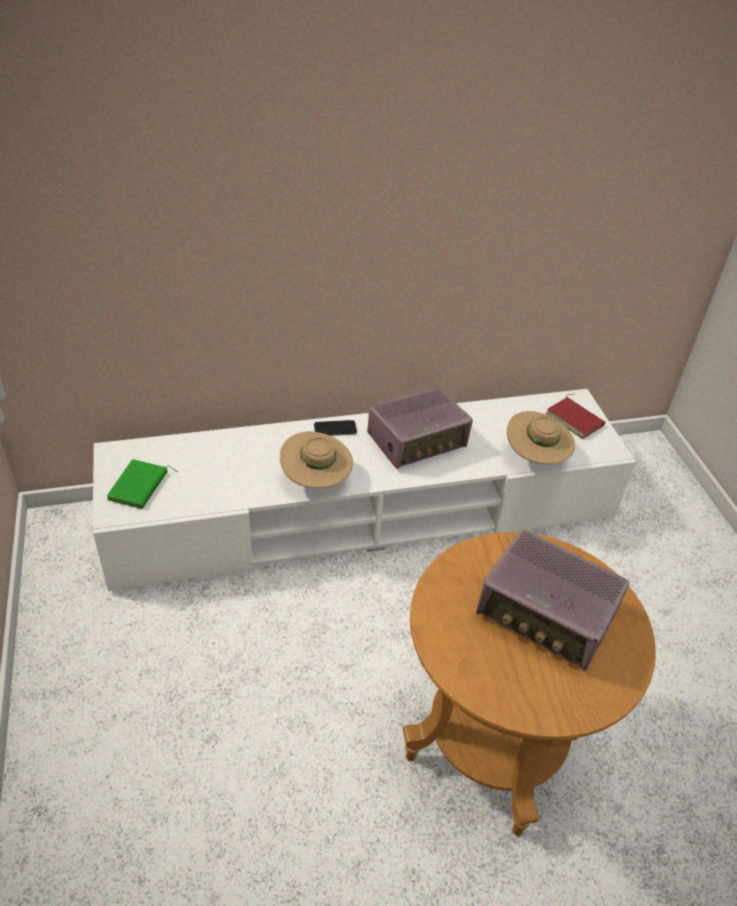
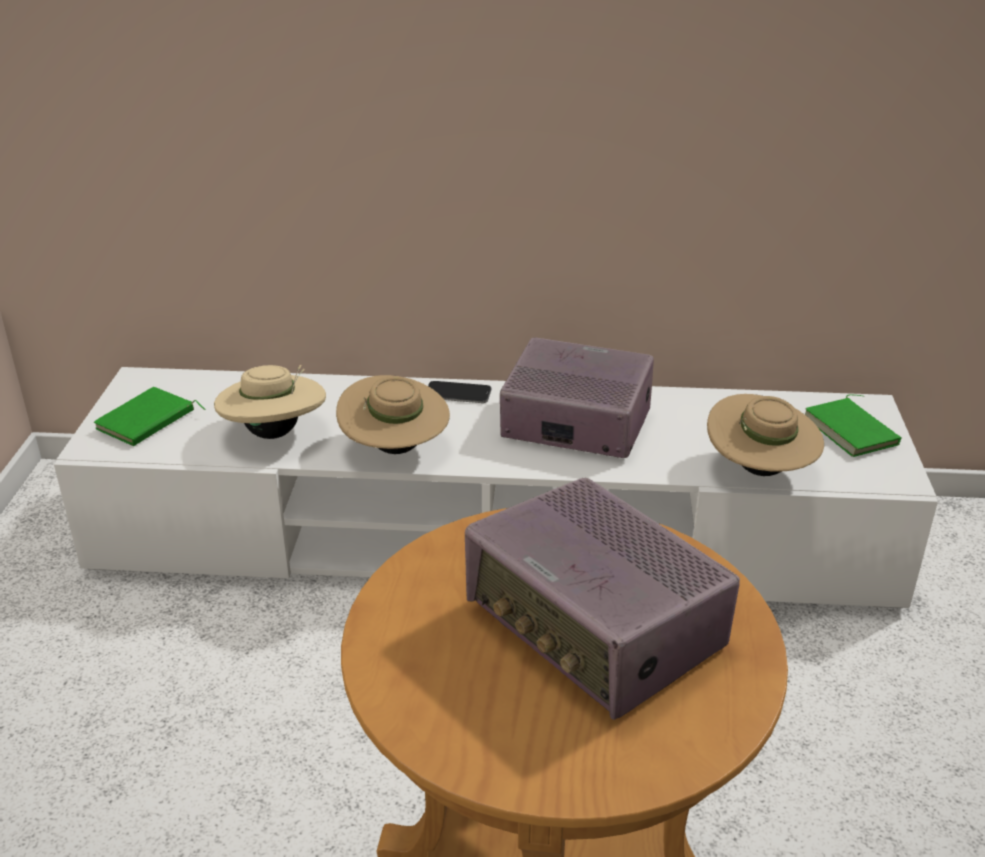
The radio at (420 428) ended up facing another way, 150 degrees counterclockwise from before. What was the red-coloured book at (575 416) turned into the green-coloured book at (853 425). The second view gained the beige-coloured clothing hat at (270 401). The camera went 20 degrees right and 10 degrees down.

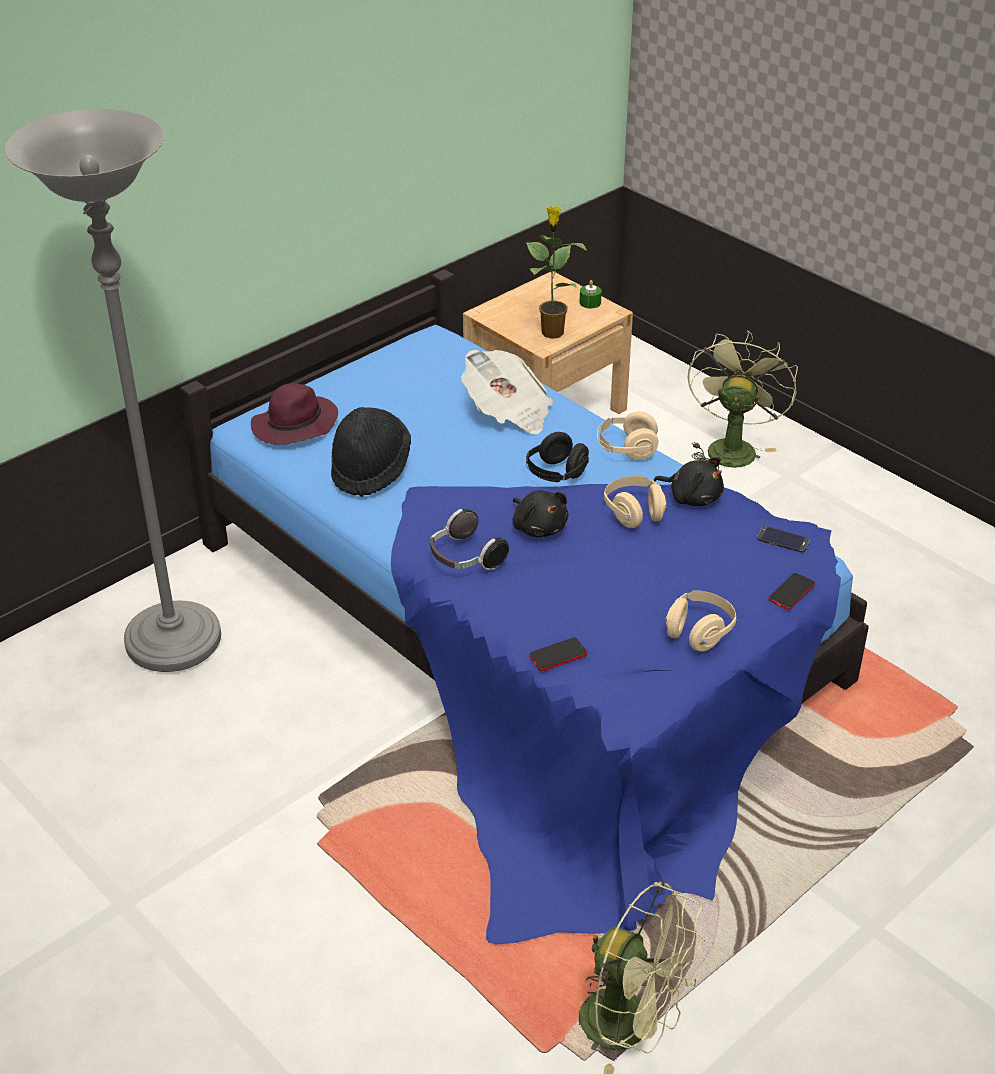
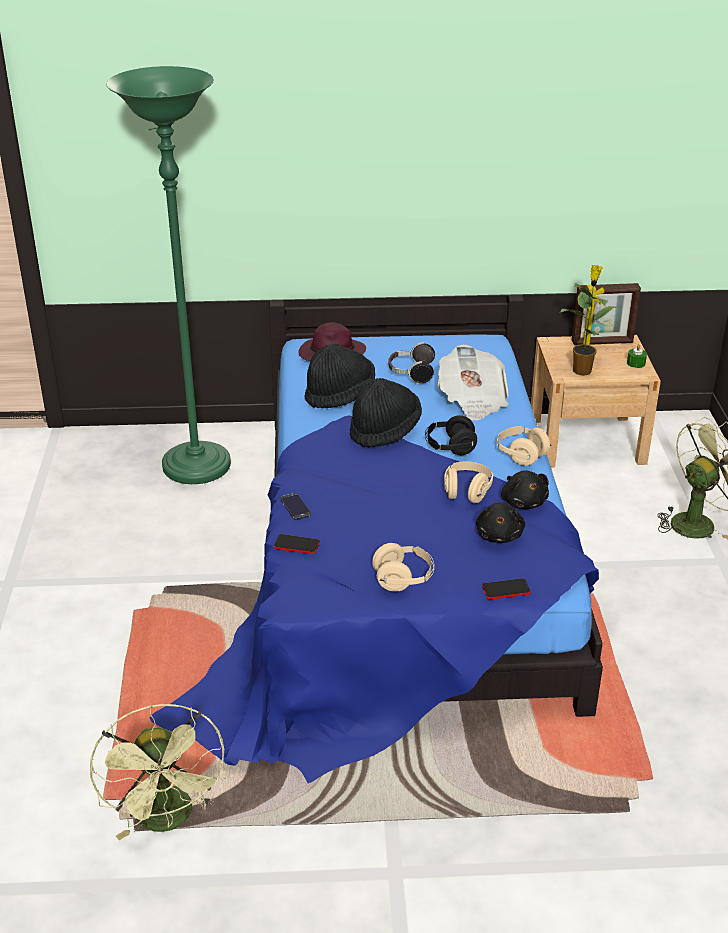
What was the gray floor lamp at (113 390) turned into the green-coloured floor lamp at (168 275). The black soft toy ended up elsewhere, having gone from (540 513) to (500 522). The headset ended up elsewhere, having gone from (469 539) to (411 363). The handset ended up elsewhere, having gone from (783 539) to (295 506). The second view gained the picture frame at (606 314). The second view gained the black clothing hat at (386 413). The camera went 40 degrees right and 5 degrees down.

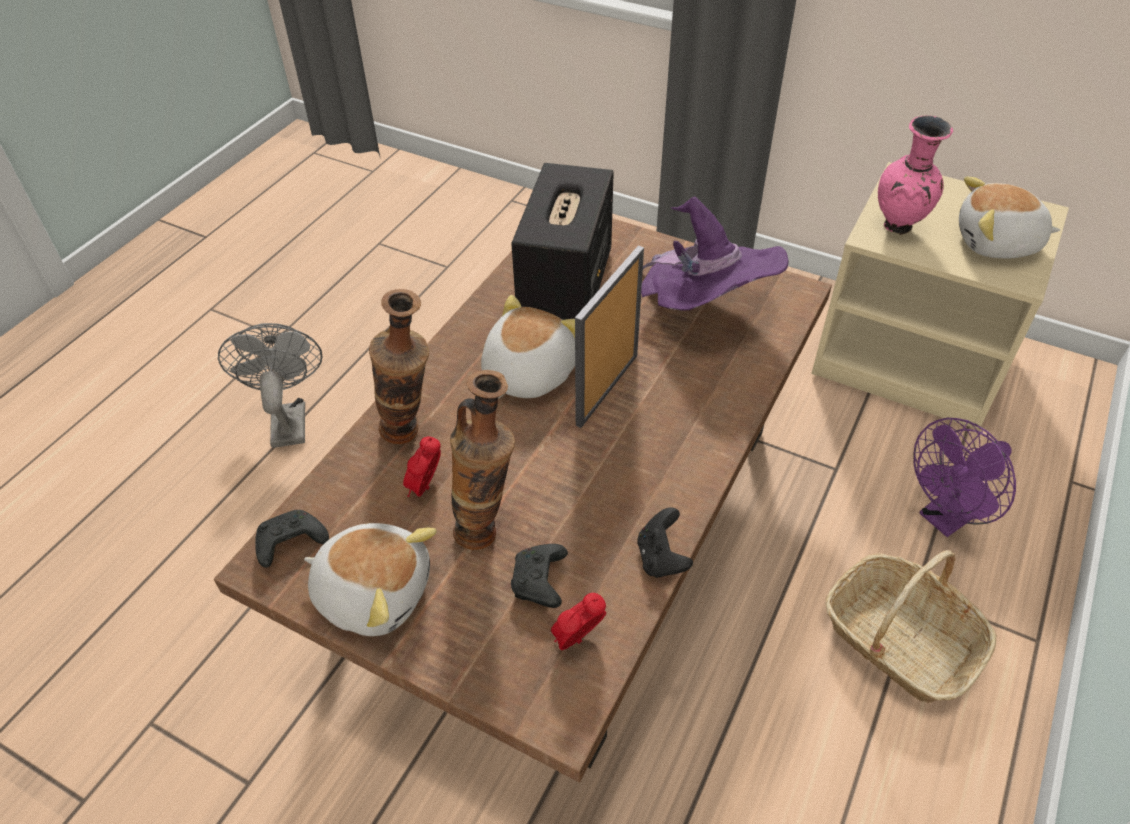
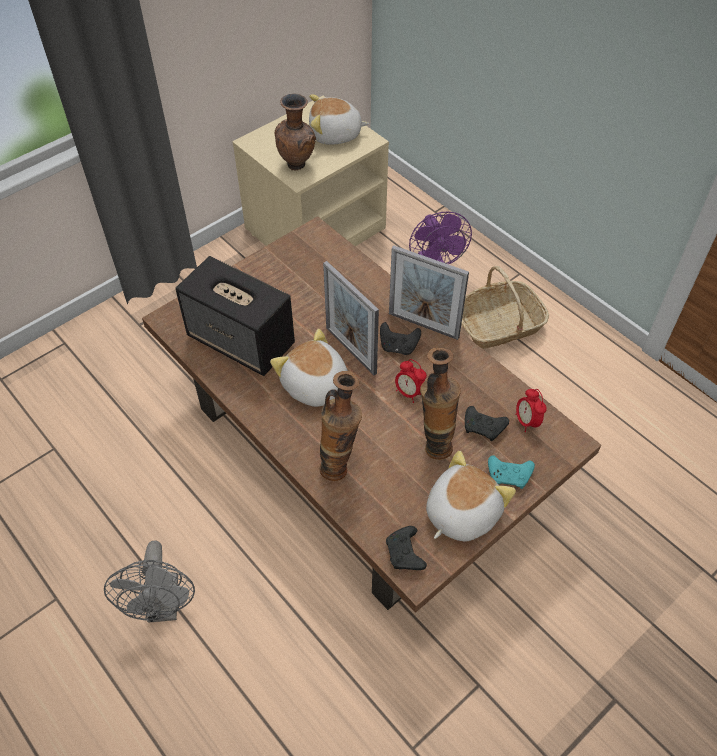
What was the pink-coloured decorative vase at (915 175) turned into the brown-coloured decorative vase at (295 132). The soft toy at (1009 218) ended up facing another way, 60 degrees clockwise from before. The second view lost the purple-coloured clothing hat at (714 254). The gray electric fan at (270 385) ended up facing another way, 105 degrees counterclockwise from before. The bedside clock ended up elsewhere, having gone from (422 467) to (411 381). The black gamepad ended up elsewhere, having gone from (665 542) to (400 338). The second view gained the picture frame at (429 292). The second view gained the turquoise-coloured gamepad at (511 472). The camera went 70 degrees left and 5 degrees up.

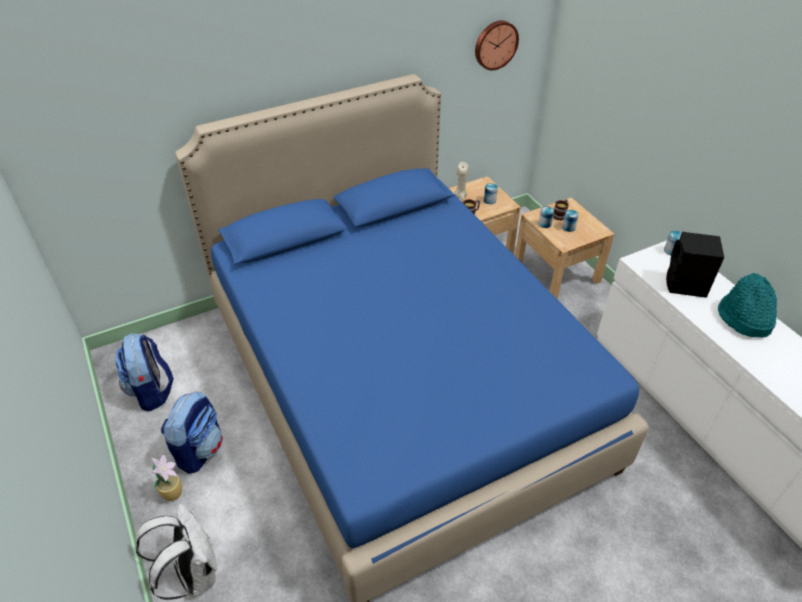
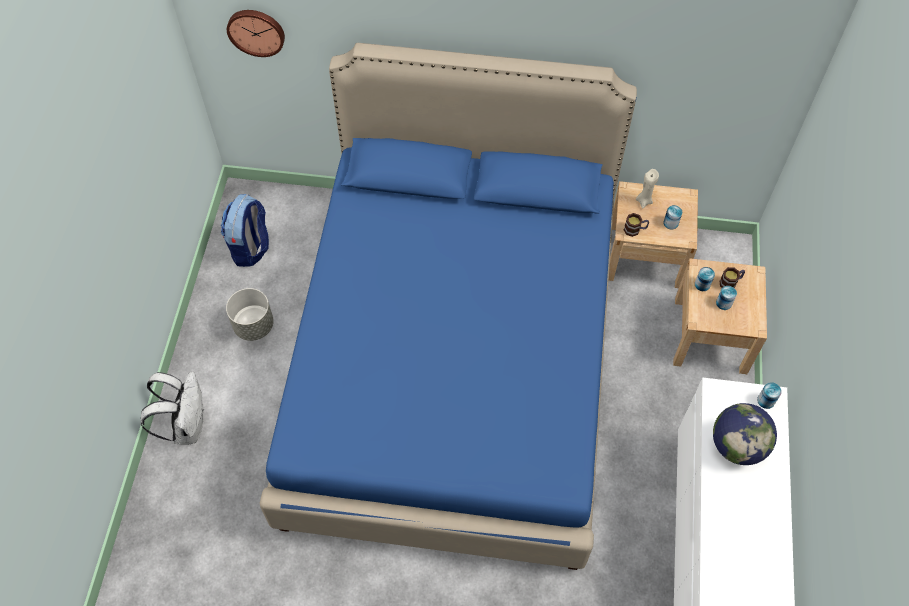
The clock on the wall ended up elsewhere, having gone from (497 45) to (256 33). Where the black speaker stood at (695 265), the globe came to stand at (745 434). The second view lost the turquoise-coloured clothing hat at (747 305). Where the knapsack stood at (192 432), the gray planter came to stand at (250 314). The second view lost the houseplant at (167 478). The camera went 35 degrees right and 15 degrees up.

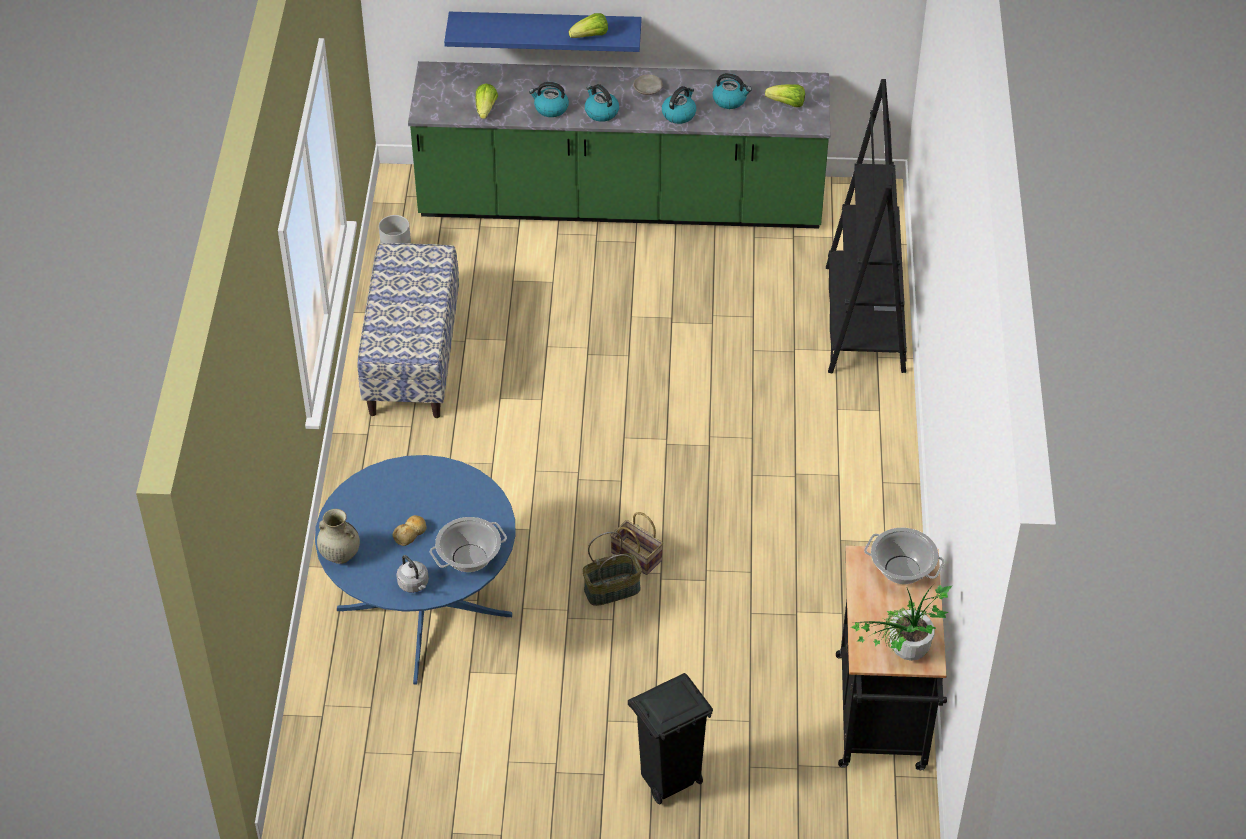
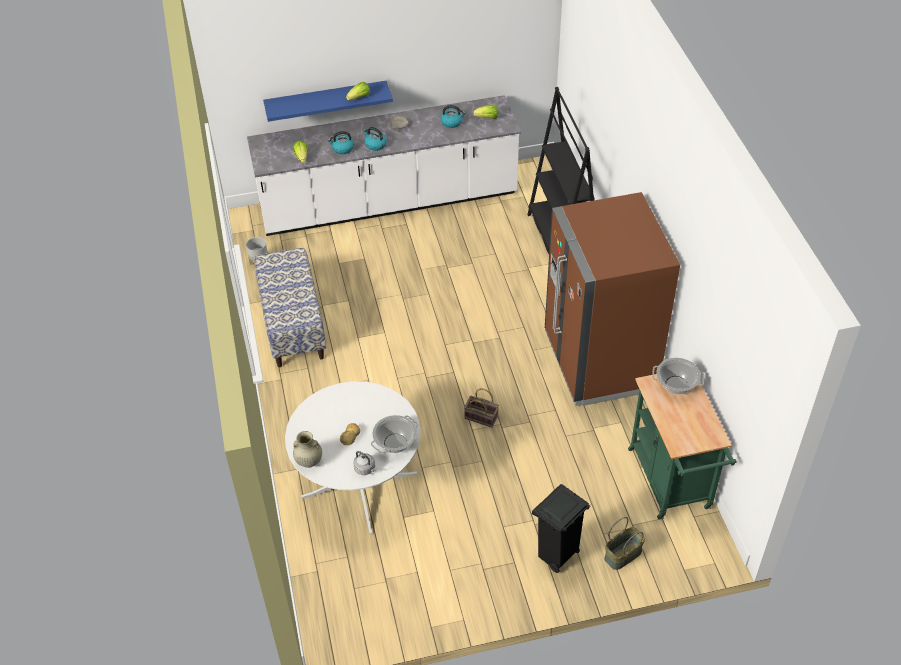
What was the green-coloured kitchen base unit at (619 145) turned into the whitish kitchen base unit at (384 165). The second view lost the water kettle at (679 105). What was the blue dinner table at (415 570) turned into the whitish dinner table at (353 458). The storage basket ended up elsewhere, having gone from (612 569) to (624 543). What was the black cart at (891 658) turned into the green-coloured cart at (682 446). The second view lost the houseplant at (901 623). The second view gained the brown-coloured fridge at (612 299). The camera went 15 degrees left and 0 degrees up.

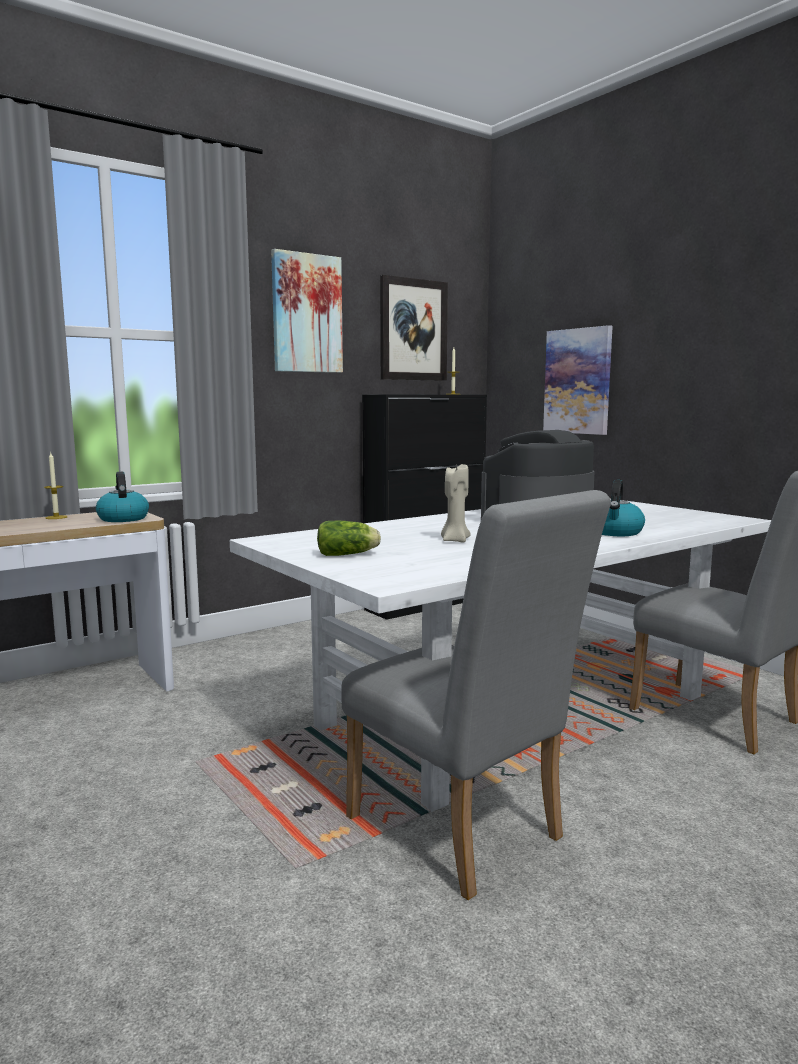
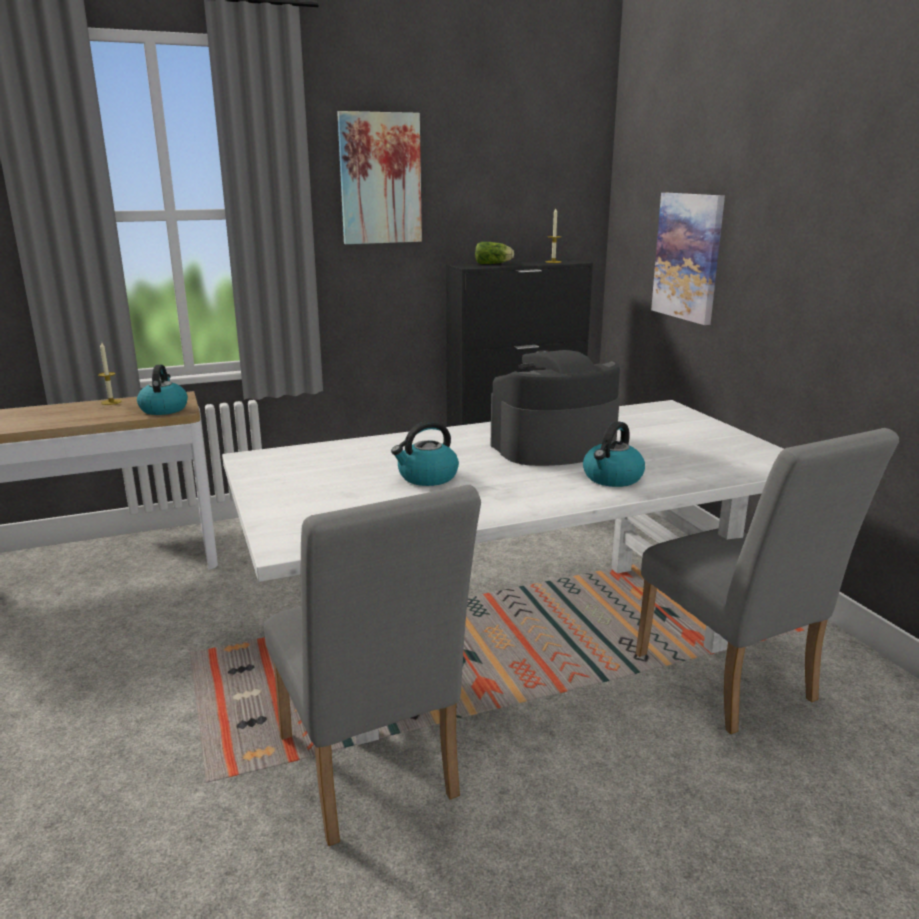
The second view lost the wall picture at (414 328). Where the beige-coloured wax candle stood at (456 503), the water kettle came to stand at (425 453). The head of lettuce ended up elsewhere, having gone from (349 538) to (494 253). The camera went 15 degrees right and 10 degrees up.

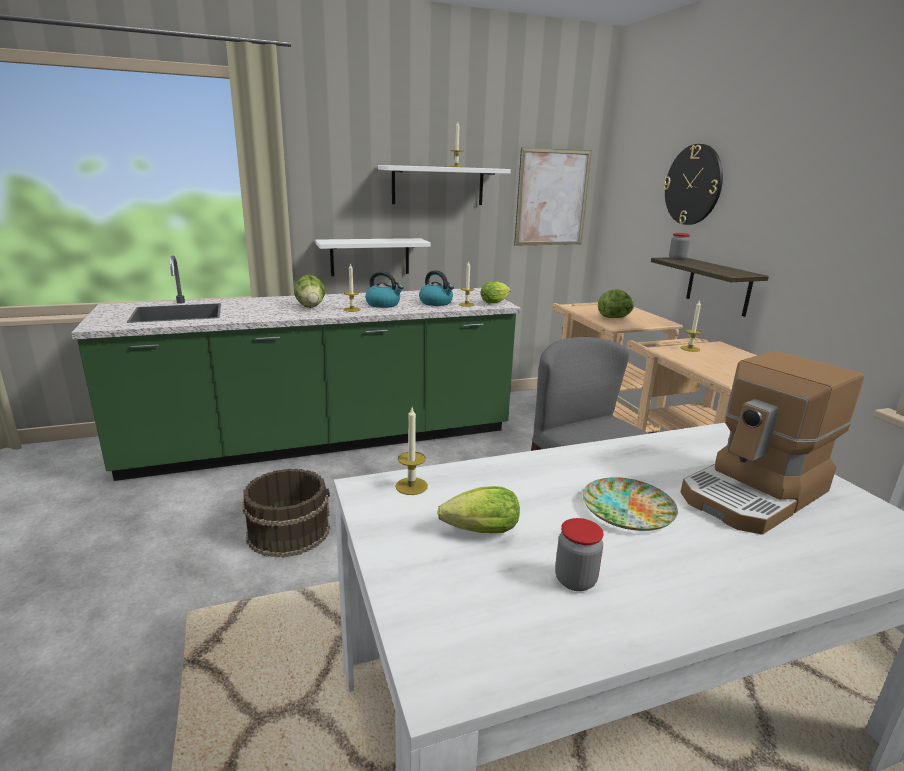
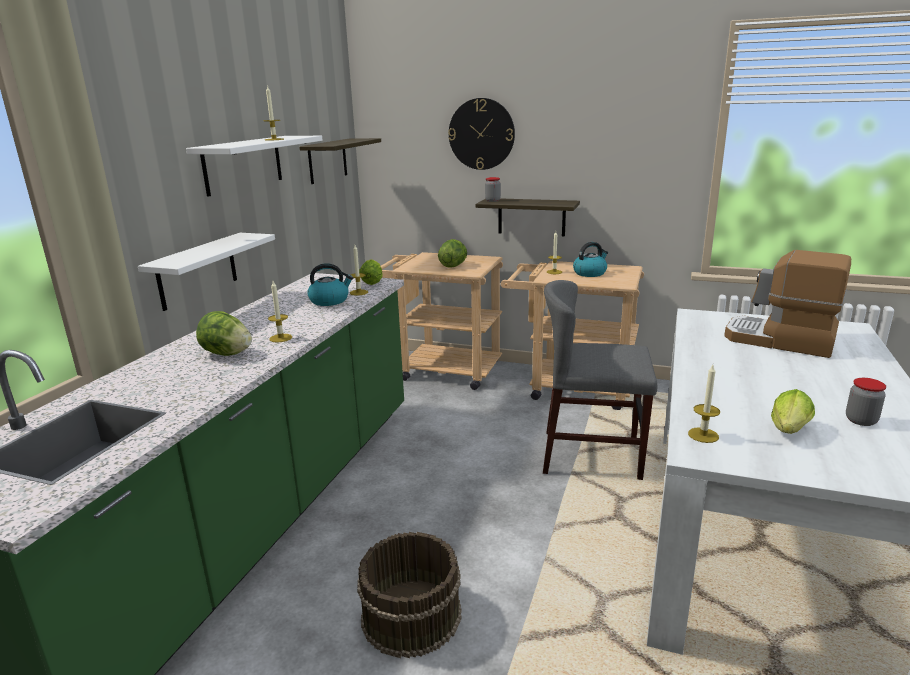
Where the wall picture hung at (553 196), the bracket shelf came to hang at (340 161). The water kettle ended up elsewhere, having gone from (384 289) to (590 259). The coffee machine at (772 443) ended up facing another way, 120 degrees clockwise from before. The second view lost the plate at (630 504). The camera went 50 degrees left and 0 degrees up.

